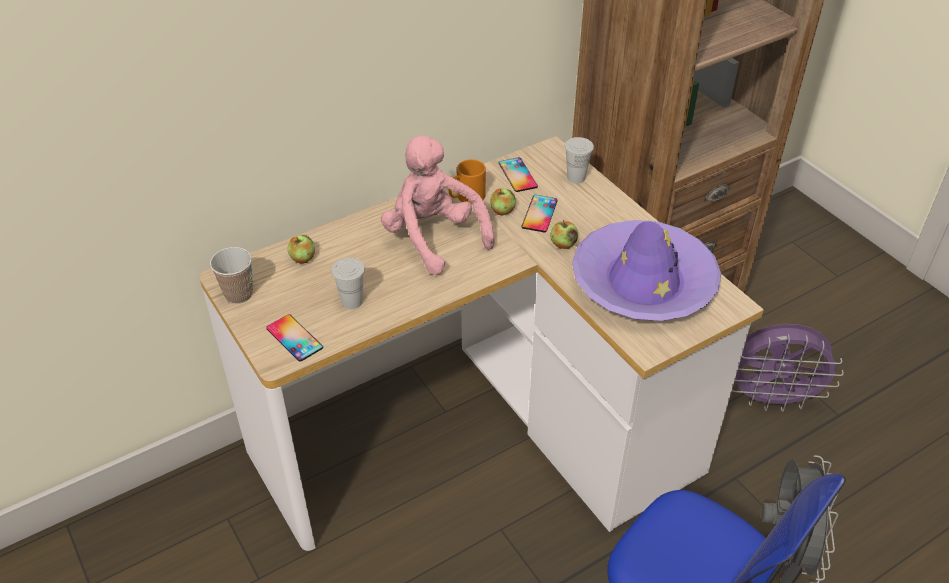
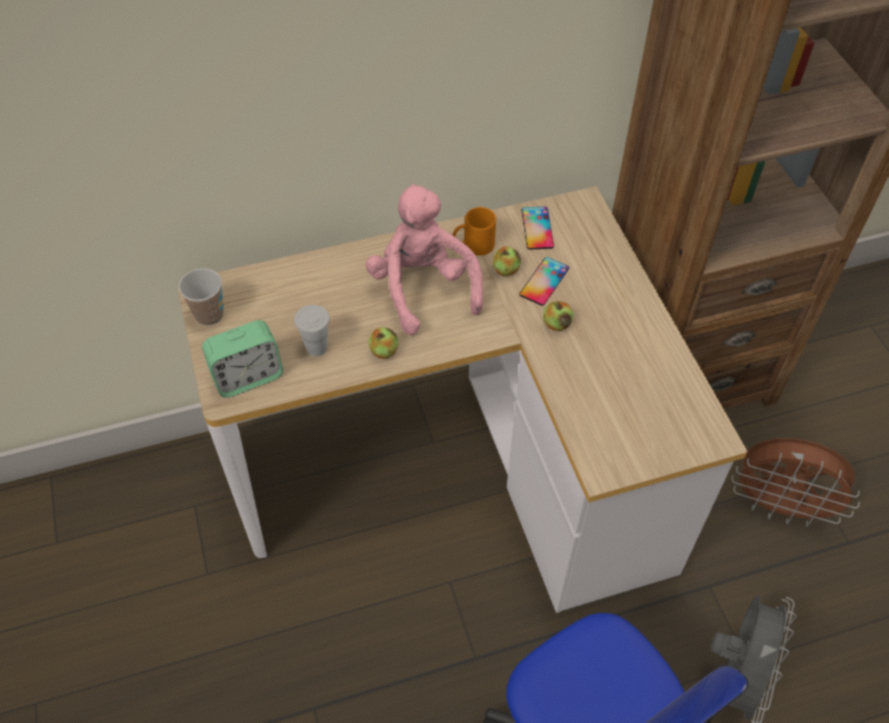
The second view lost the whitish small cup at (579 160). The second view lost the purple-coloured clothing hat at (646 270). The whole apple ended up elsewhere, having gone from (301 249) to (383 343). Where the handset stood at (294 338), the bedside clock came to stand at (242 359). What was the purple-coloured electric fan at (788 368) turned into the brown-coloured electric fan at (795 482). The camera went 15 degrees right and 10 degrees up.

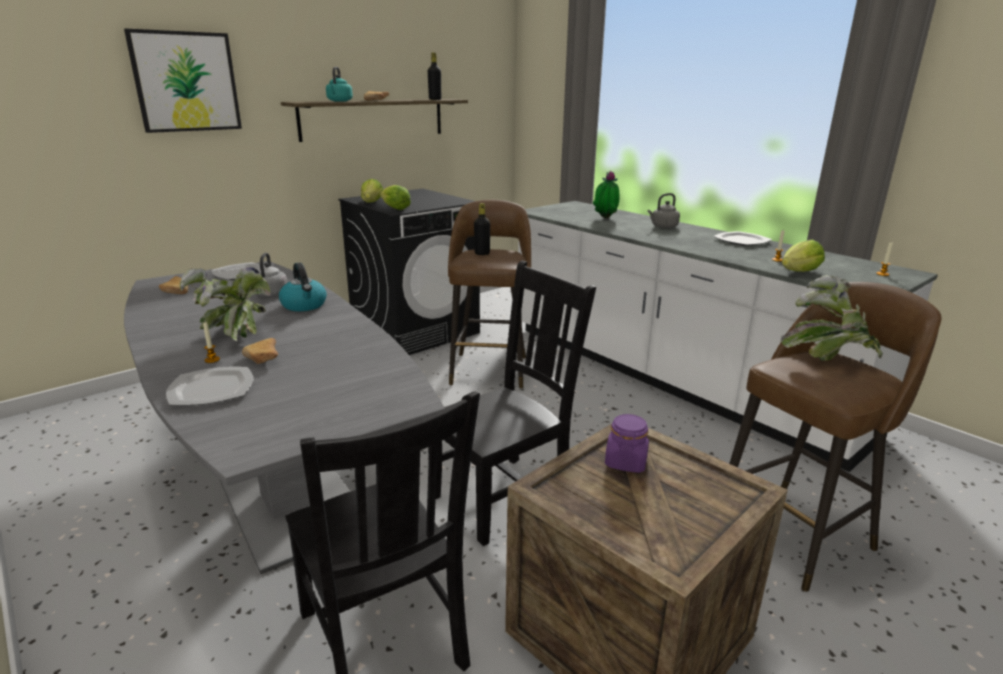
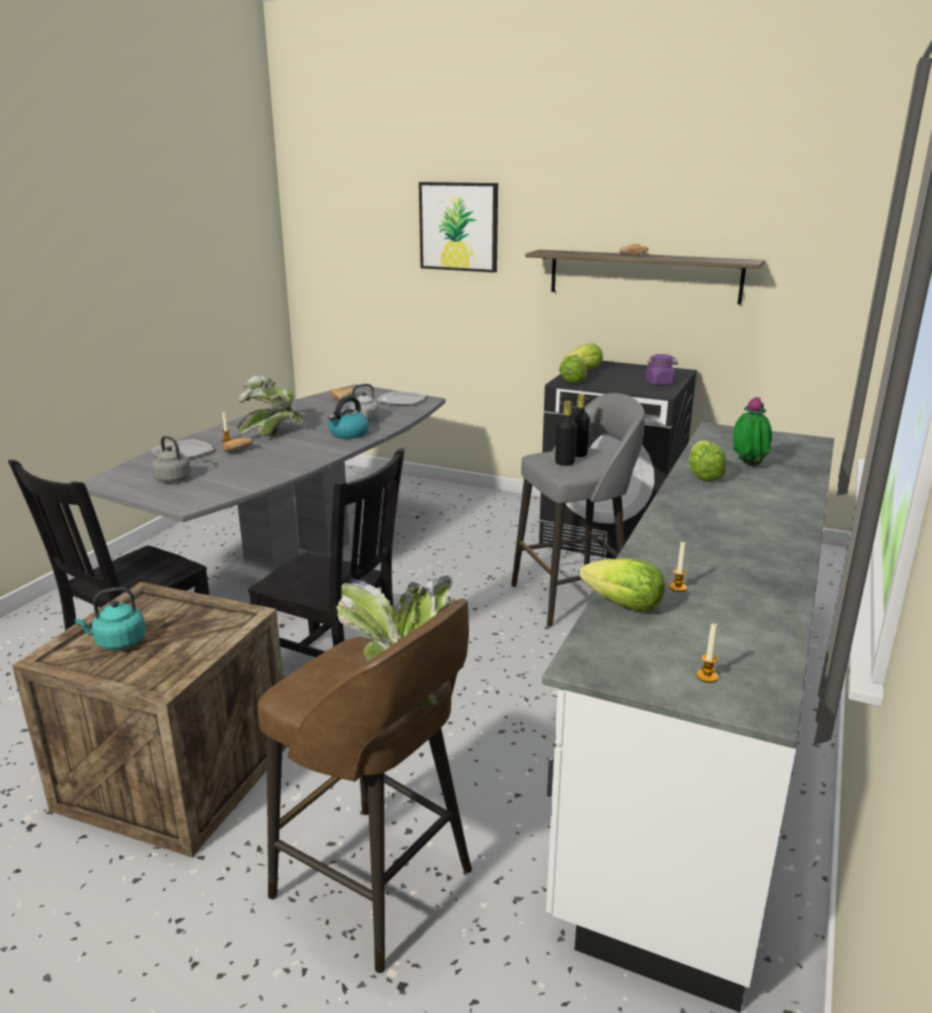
The black bottle ended up elsewhere, having gone from (434 76) to (566 433). The turquoise-coloured water kettle ended up elsewhere, having gone from (339 84) to (110 618). The gray water kettle ended up elsewhere, having gone from (664 210) to (171 459). What was the brown-coloured stool seat at (489 294) turned into the gray stool seat at (578 510). The second view lost the plate at (742 238). The purple-coloured storage jar ended up elsewhere, having gone from (627 443) to (662 369). The second view gained the head of lettuce at (707 460). The camera went 65 degrees right and 0 degrees up.

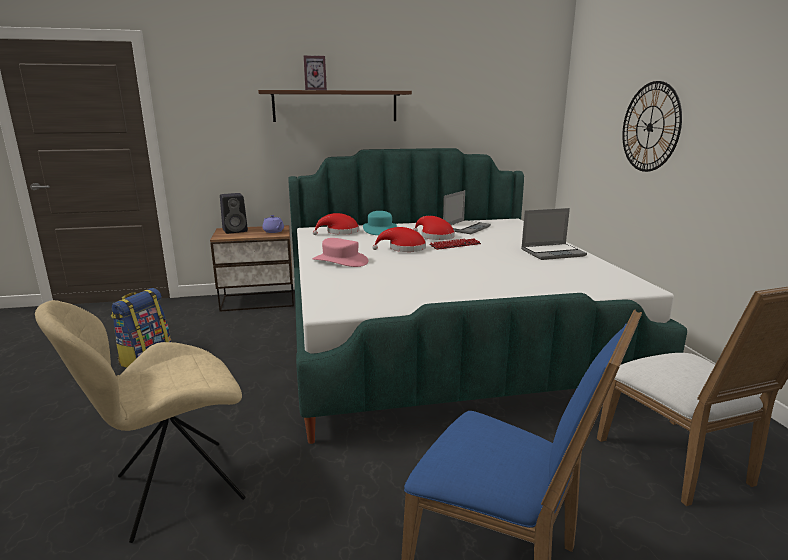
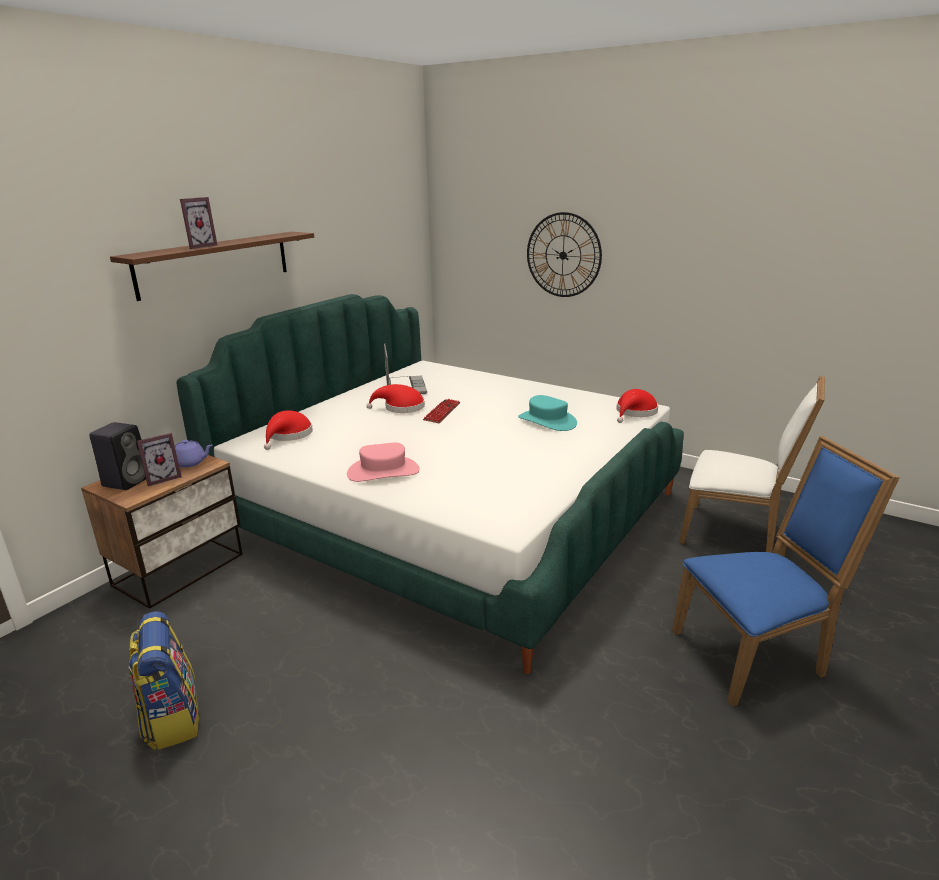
The second view lost the laptop at (554 234). The turquoise-coloured clothing hat ended up elsewhere, having gone from (380 223) to (547 413). The red-coloured clothing hat ended up elsewhere, having gone from (399 239) to (637 406). The second view lost the beige-coloured chair at (140 421). The second view gained the picture frame at (159 459). The camera went 45 degrees left and 5 degrees up.

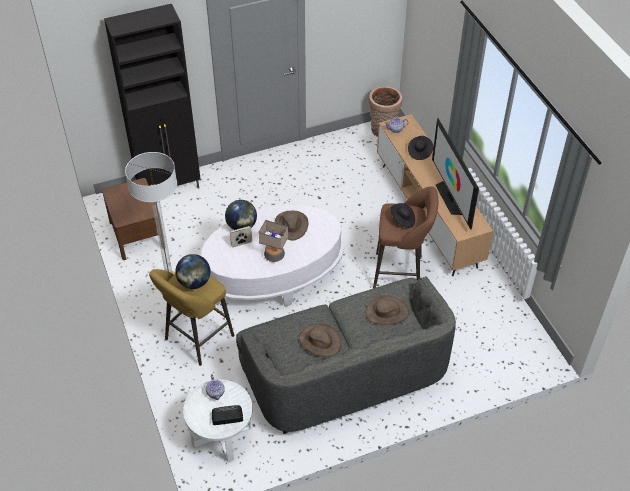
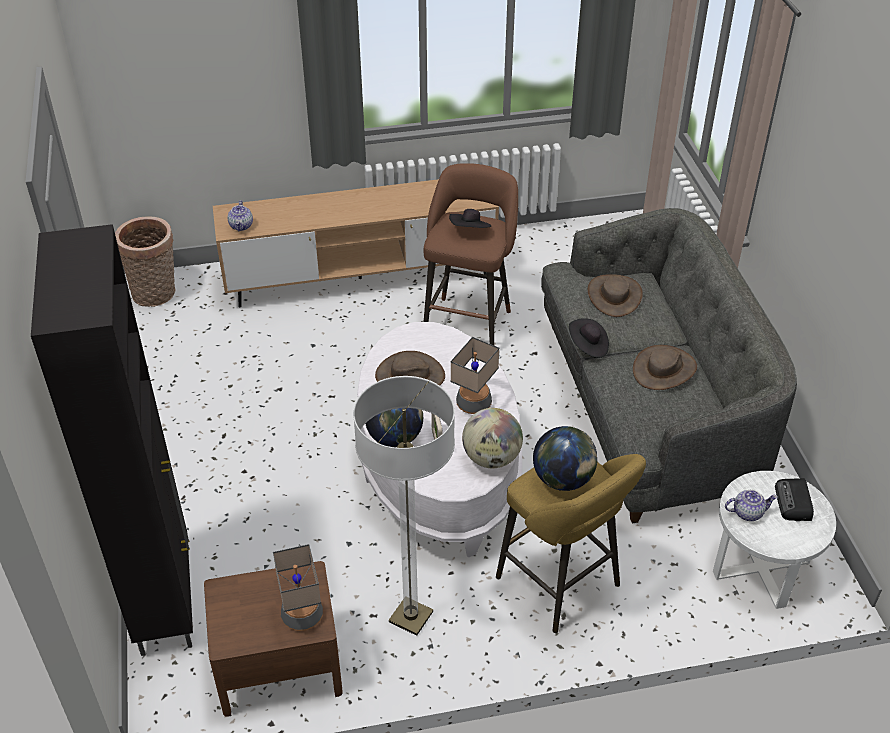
The second view lost the TV at (455 174). The black clothing hat ended up elsewhere, having gone from (421 148) to (589 338). The second view gained the globe at (492 438). The second view gained the tabletop lamp at (298 587). The camera went 80 degrees left and 5 degrees down.

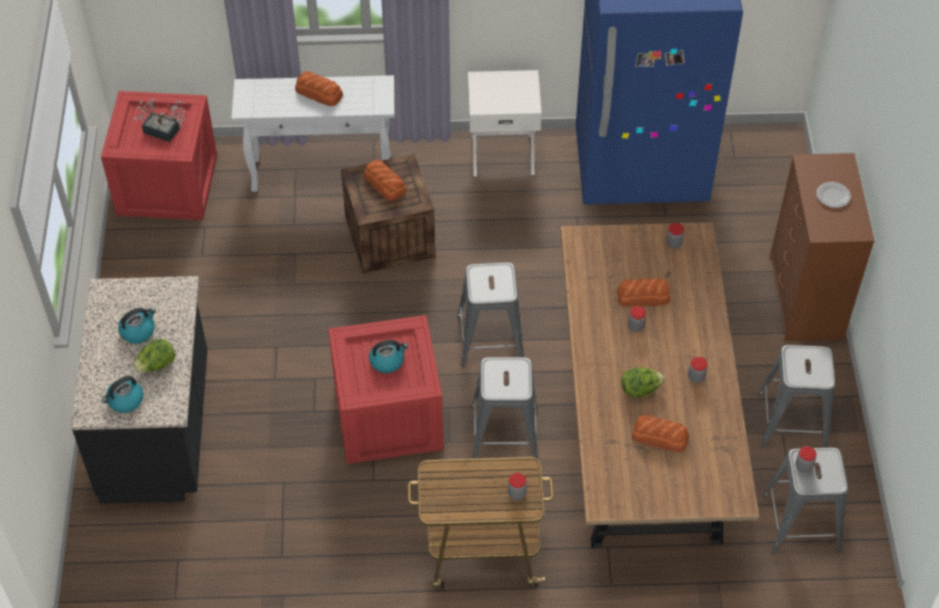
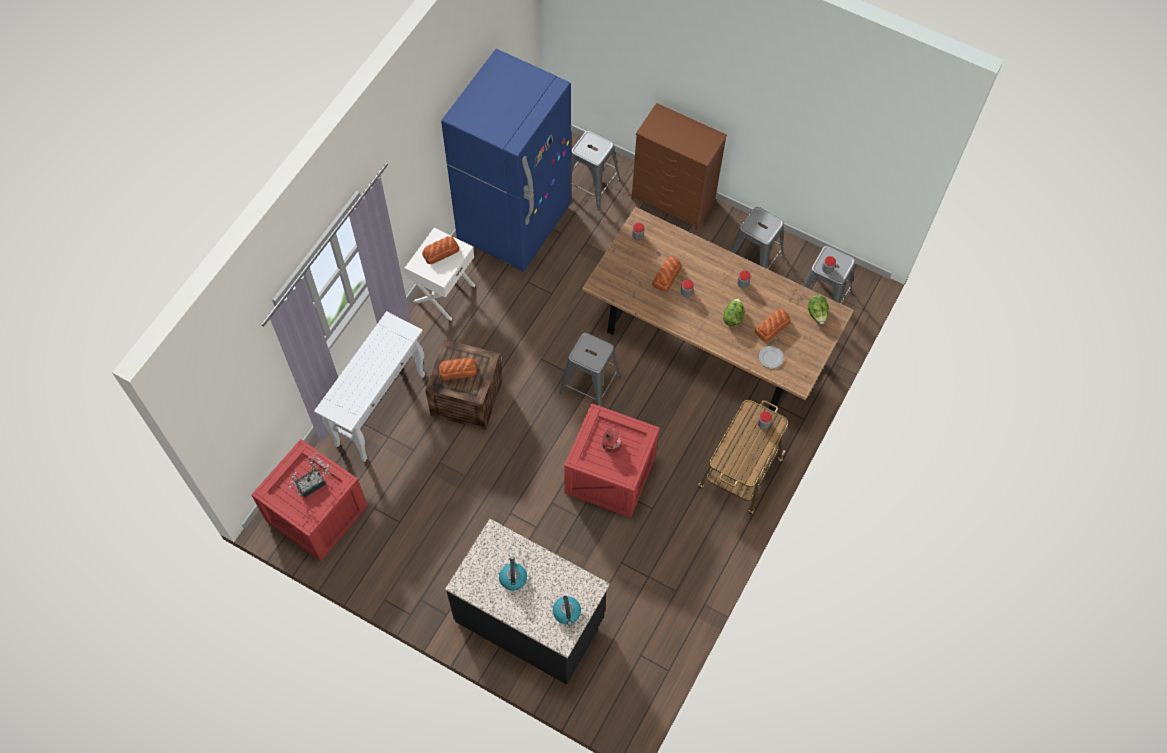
The bread ended up elsewhere, having gone from (319 88) to (440 250). The plate ended up elsewhere, having gone from (833 195) to (771 357). The head of lettuce ended up elsewhere, having gone from (153 355) to (818 309). Where the water kettle stood at (388 356), the saucepot came to stand at (612 440). The gray stool seat ended up elsewhere, having gone from (505 408) to (596 170). The camera went 60 degrees left and 10 degrees up.

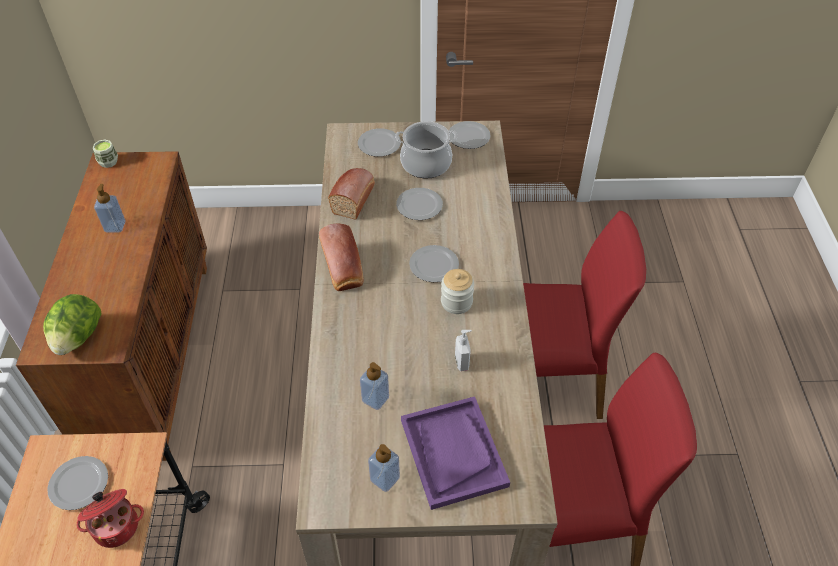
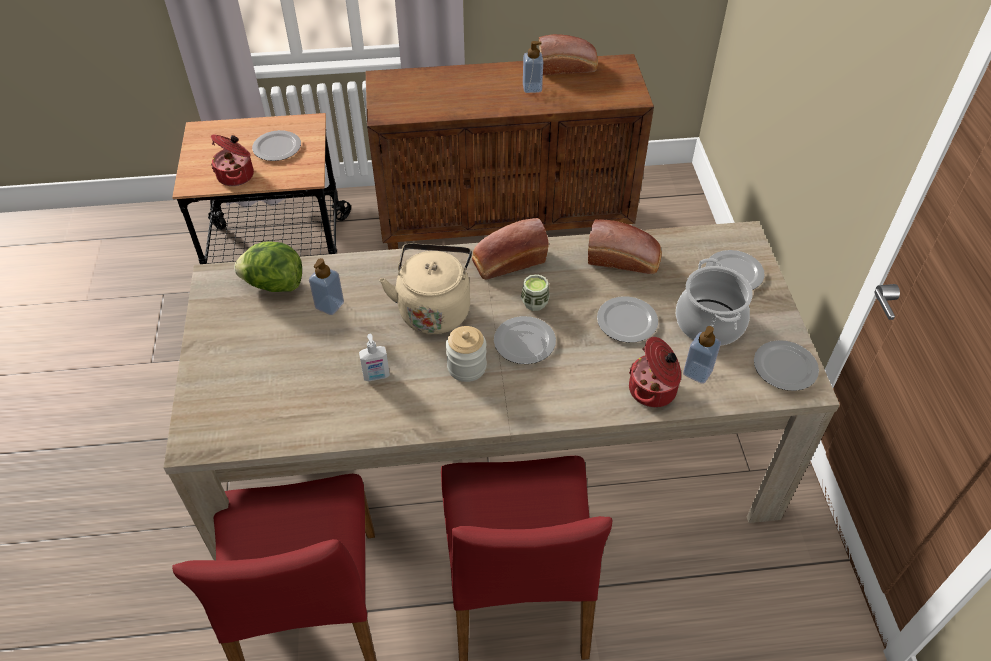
The small cup ended up elsewhere, having gone from (105 154) to (535 292). The head of lettuce ended up elsewhere, having gone from (72 324) to (268 266). The second view lost the purple-coloured tray at (455 453). The soap dispenser ended up elsewhere, having gone from (384 468) to (702 355). The second view gained the bread at (568 54). The second view gained the beige-coloured water kettle at (425 288). The second view gained the saucepot at (655 372). The camera went 85 degrees right and 0 degrees up.

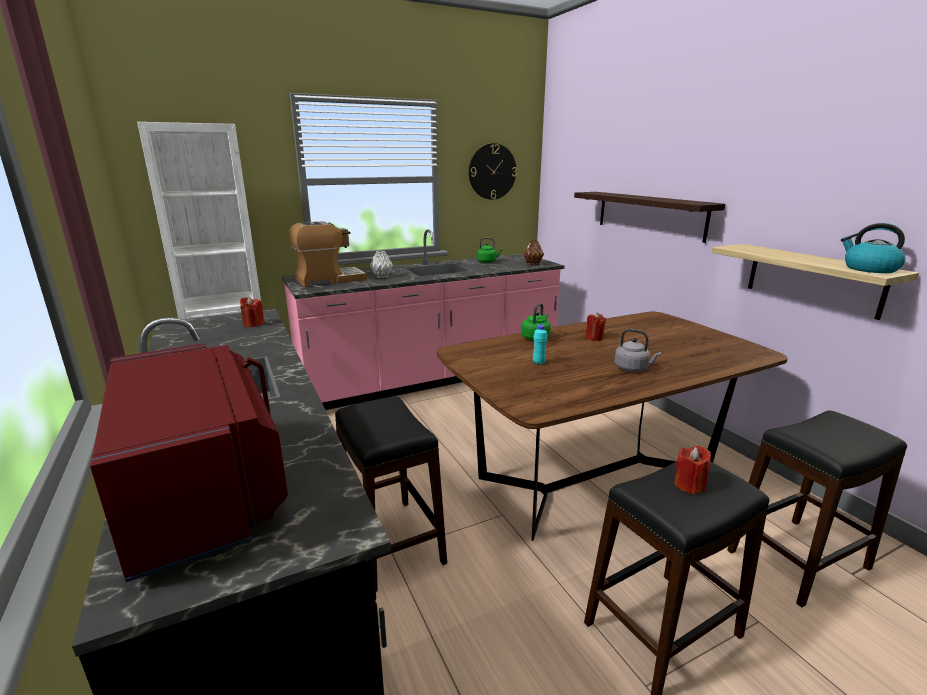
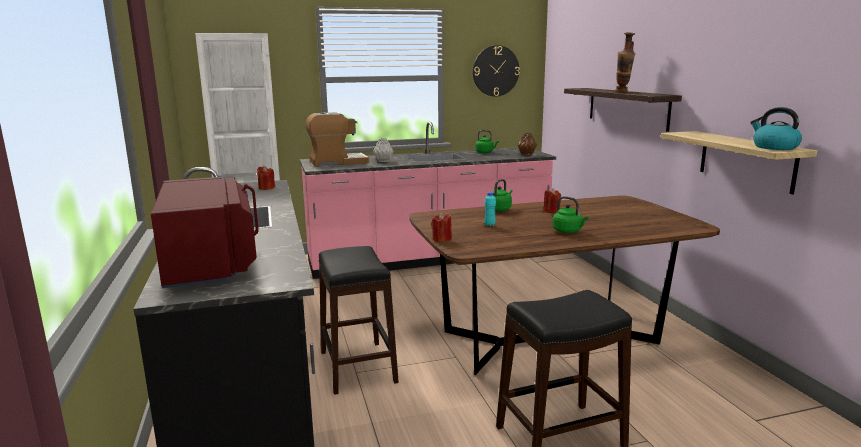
What was the gray water kettle at (637 350) turned into the green-coloured water kettle at (571 214). The second view lost the black stool seat at (817 509). The red-coloured wax candle ended up elsewhere, having gone from (692 470) to (441 227). The second view gained the decorative vase at (625 62). The camera went 10 degrees right and 5 degrees down.

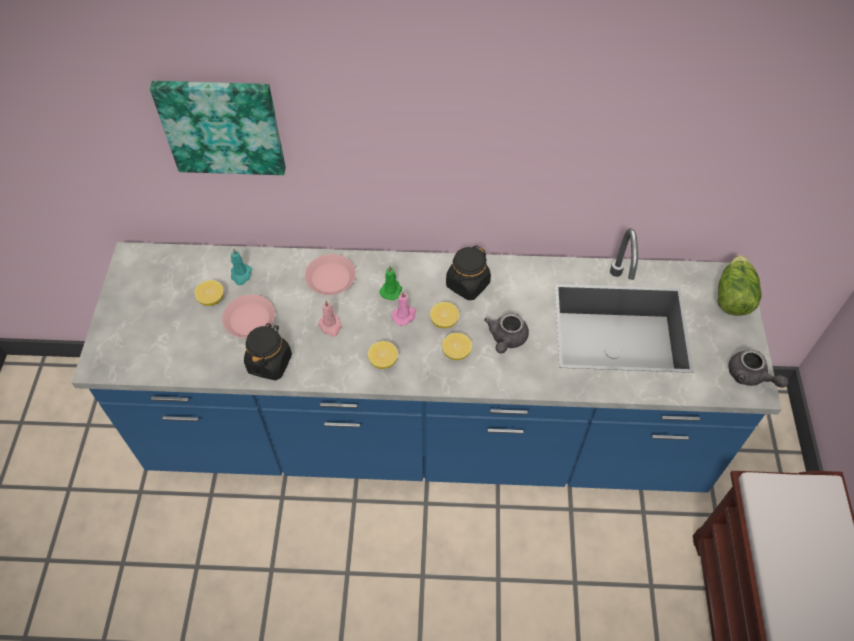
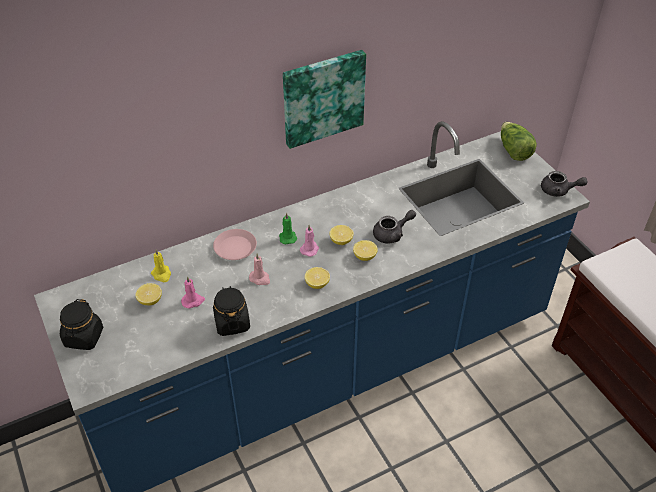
The wall picture ended up elsewhere, having gone from (218 128) to (324 99). The black storage jar ended up elsewhere, having gone from (468 272) to (81 324). What was the turquoise-coloured wax candle at (241 266) turned into the yellow-coloured wax candle at (161 266). Where the pink-coloured plate stood at (248 316), the pink-coloured wax candle came to stand at (193 292). The gray pot for tea at (506 333) ended up facing another way, 105 degrees counterclockwise from before. The camera went 30 degrees left and 10 degrees down.

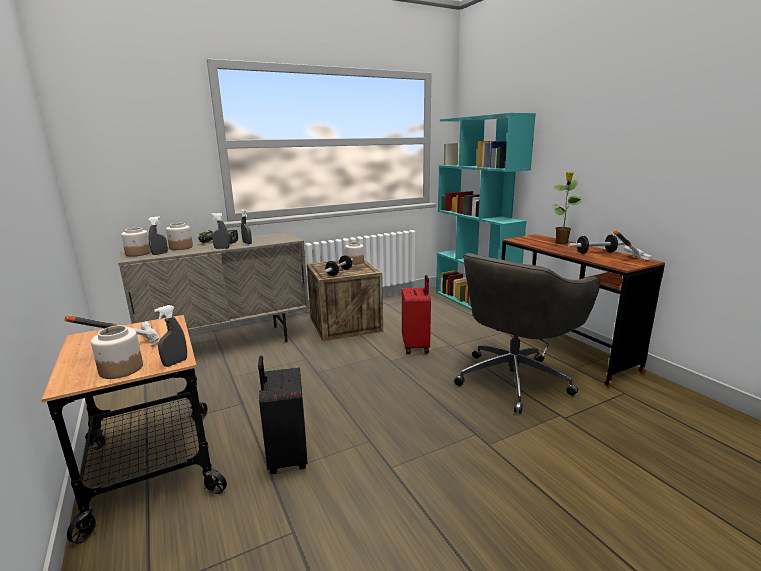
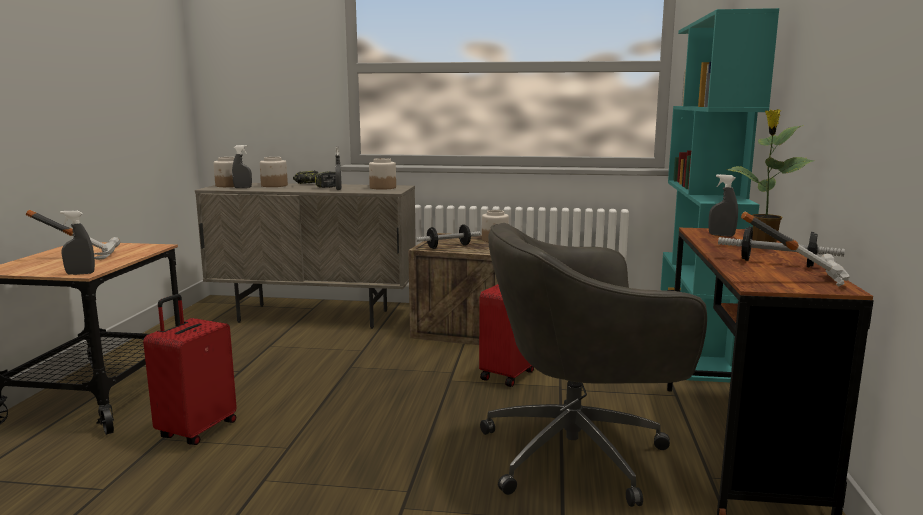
The gray spray bottle ended up elsewhere, having gone from (220 231) to (723 205). The storage jar ended up elsewhere, having gone from (117 352) to (382 174). What was the black suitcase at (283 414) turned into the red-coloured suitcase at (190 369). The camera went 35 degrees right and 5 degrees down.

